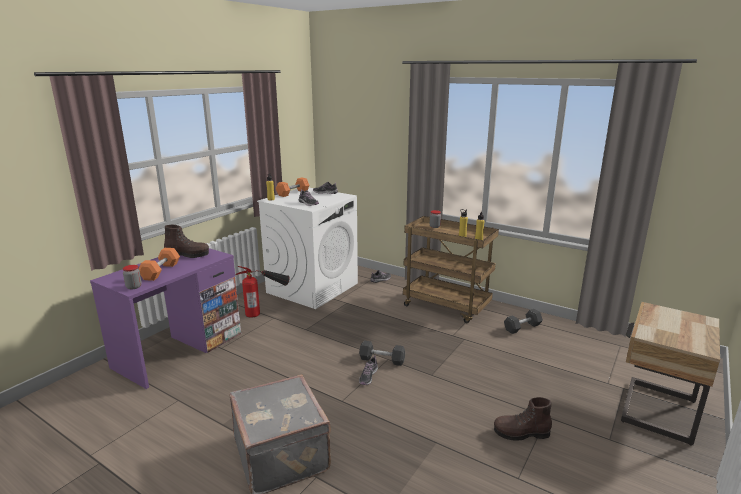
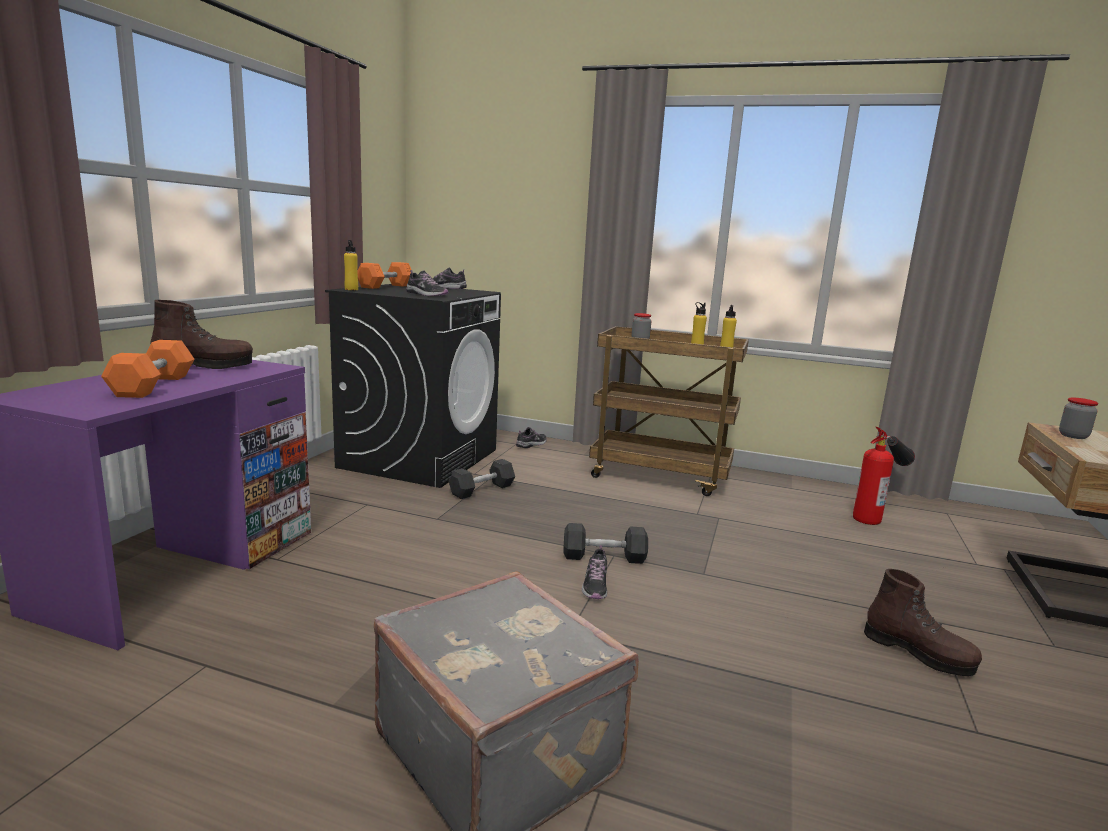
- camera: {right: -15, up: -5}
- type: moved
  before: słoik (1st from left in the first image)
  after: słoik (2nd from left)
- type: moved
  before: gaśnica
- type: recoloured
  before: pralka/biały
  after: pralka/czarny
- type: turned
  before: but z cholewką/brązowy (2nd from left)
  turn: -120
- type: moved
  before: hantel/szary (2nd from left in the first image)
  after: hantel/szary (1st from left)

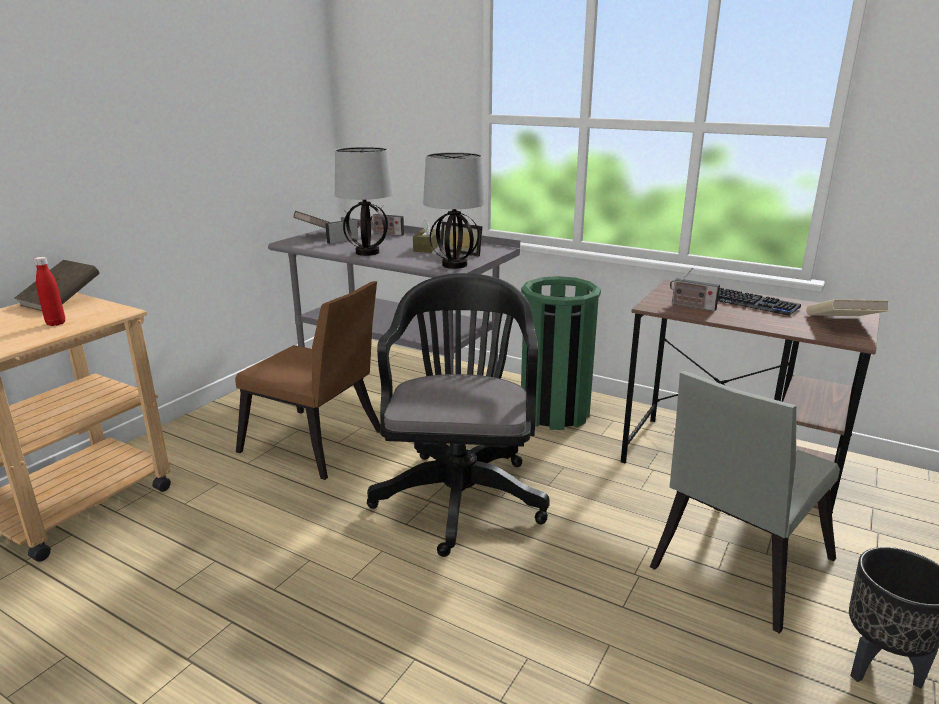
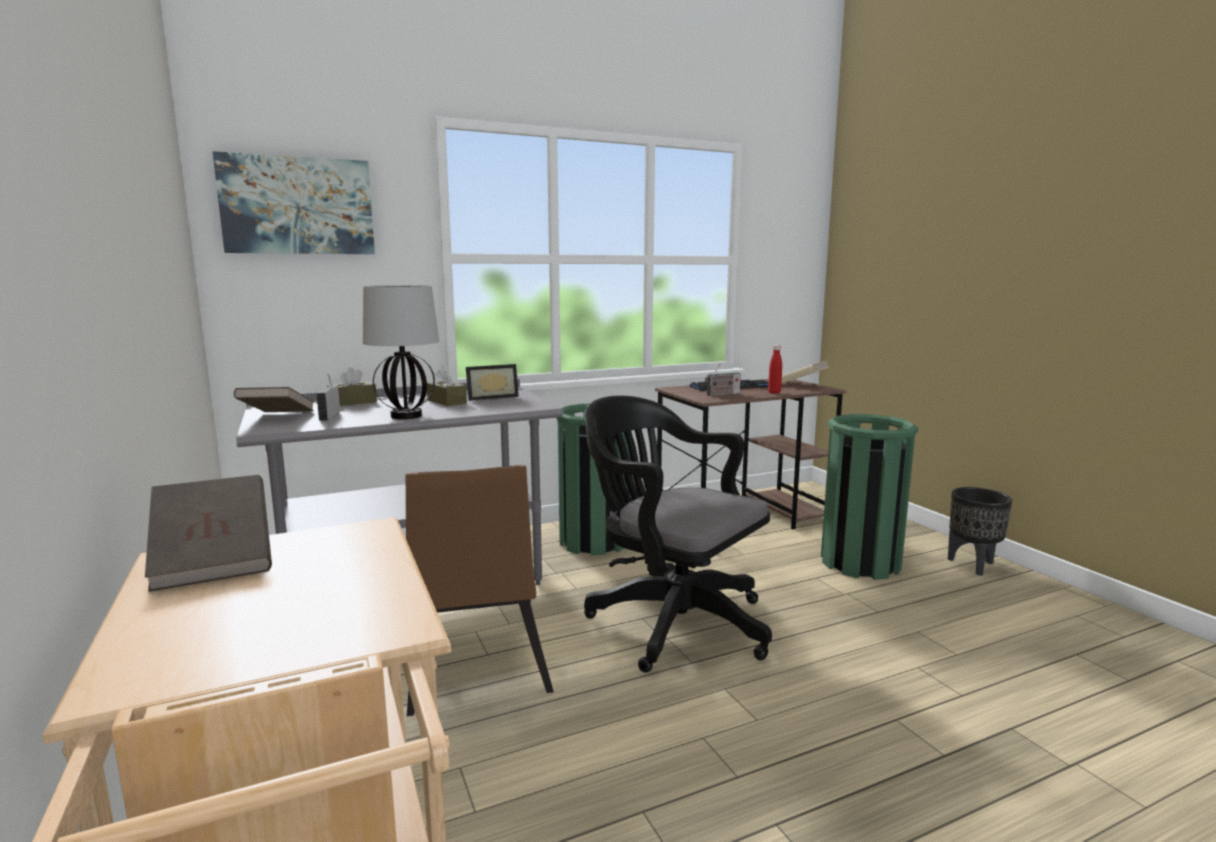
- camera: {right: -55, up: -10}
- type: moved
  before: butelka/czerwony
- type: turned
  before: krzesło/brązowy
  turn: 105
- type: replaced
  before: radio (2nd from left)
  after: pudełko chusteczek/brązowy (1st from left)
- type: removed
  before: lampa stołowa (2nd from left)
- type: replaced
  before: krzesło/szary
  after: kosz na śmieci/zielony (2nd from left)
- type: added
  after: obraz

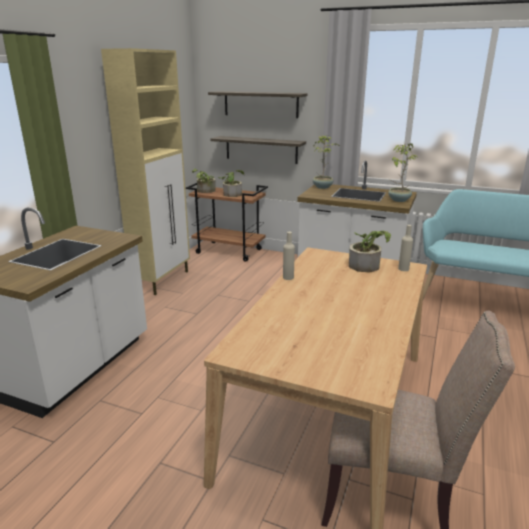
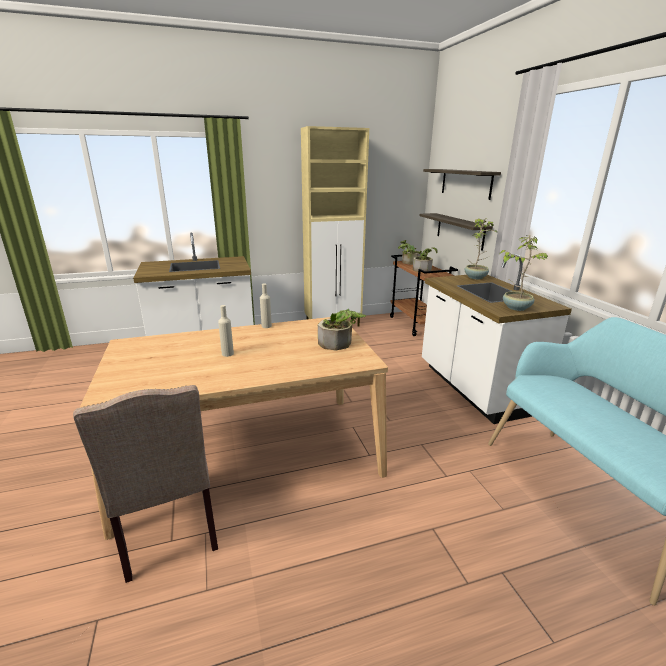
- camera: {right: 50, up: 0}
- type: moved
  before: butelka/beżowy (2nd from left in the first image)
  after: butelka/beżowy (1st from left)

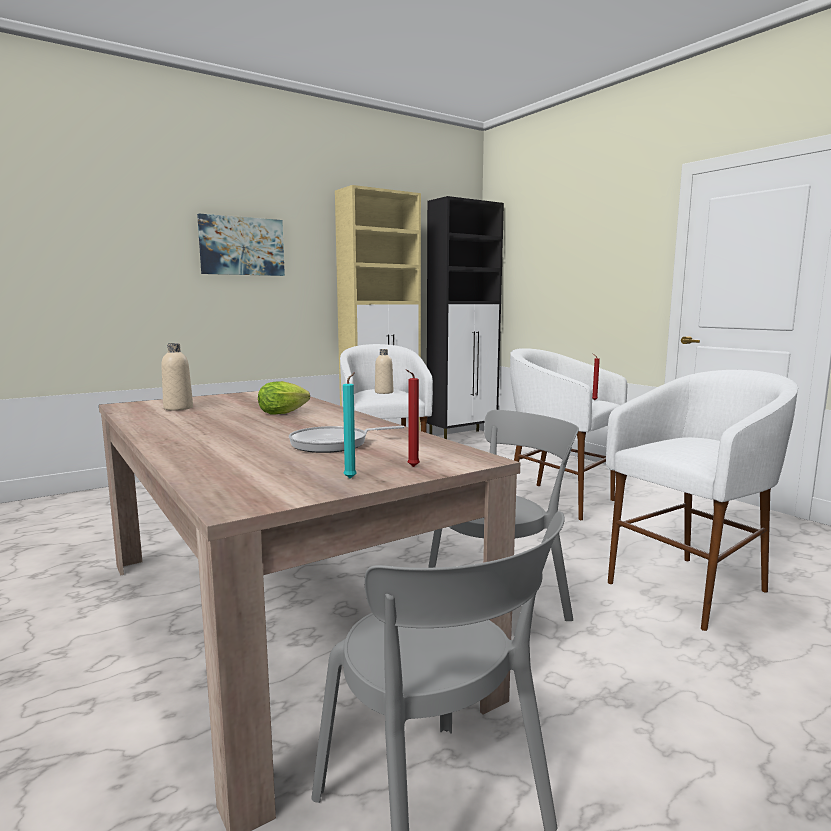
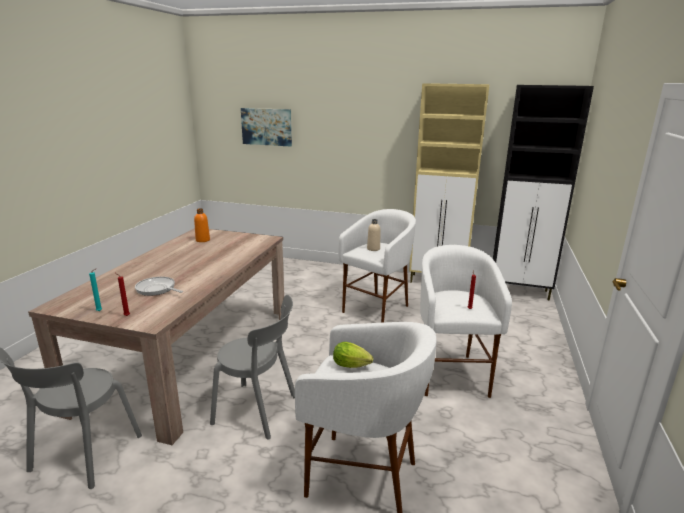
- camera: {right: 50, up: 10}
- type: recoloured
  before: butelka/beżowy (1st from left)
  after: butelka/pomarańczowy
- type: moved
  before: obraz
- type: moved
  before: sałata

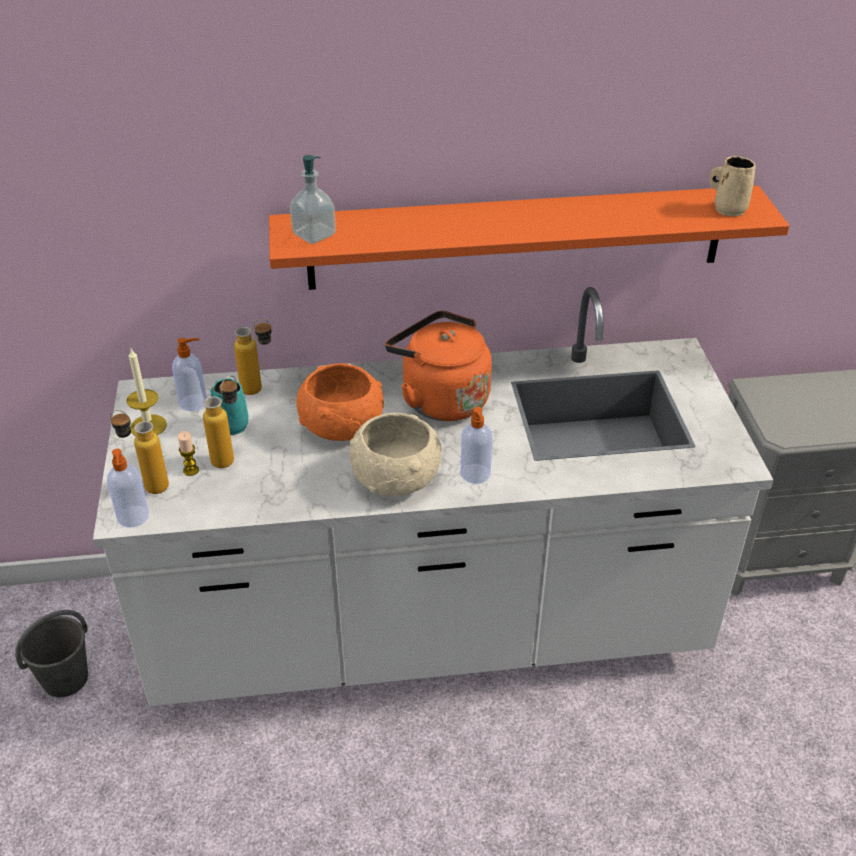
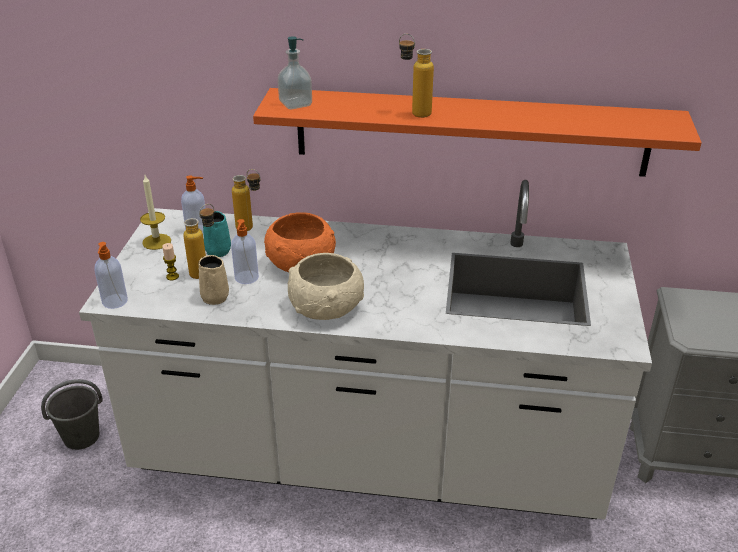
- camera: {right: 15, up: -5}
- type: moved
  before: butelka (1st from left in the first image)
  after: butelka (3rd from left)
- type: removed
  before: czajnik/pomarańczowy
- type: moved
  before: dozownik mydła (4th from left in the first image)
  after: dozownik mydła (3rd from left)
- type: moved
  before: kubek/beżowy

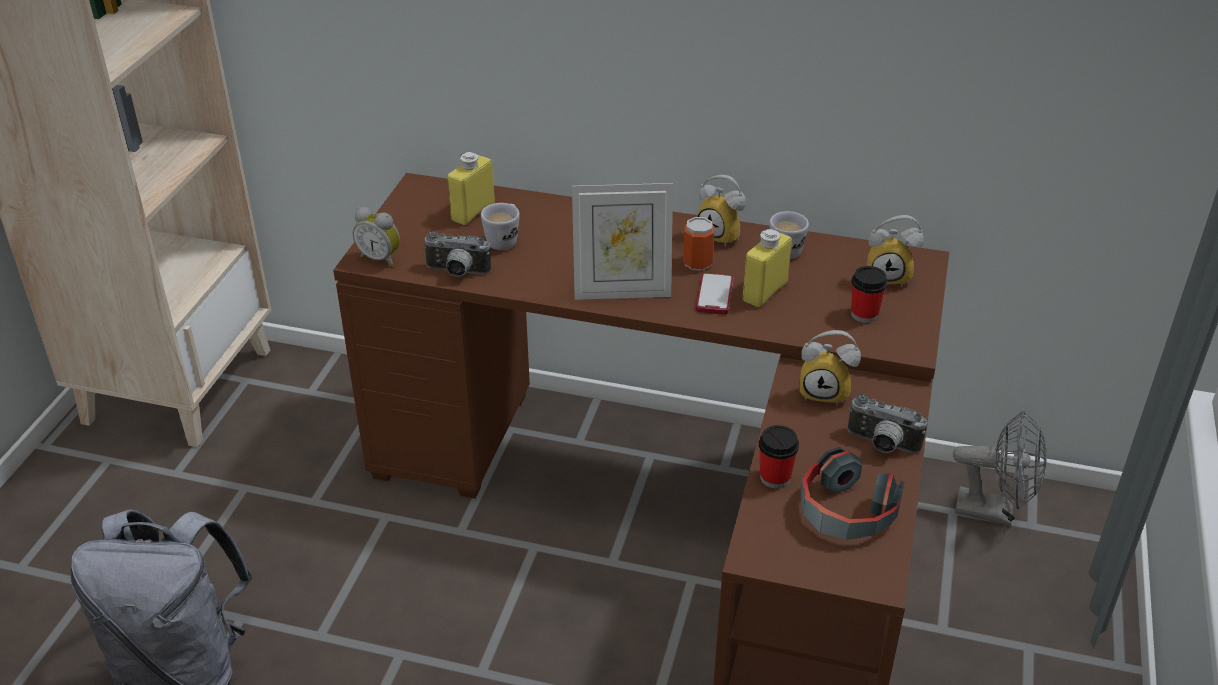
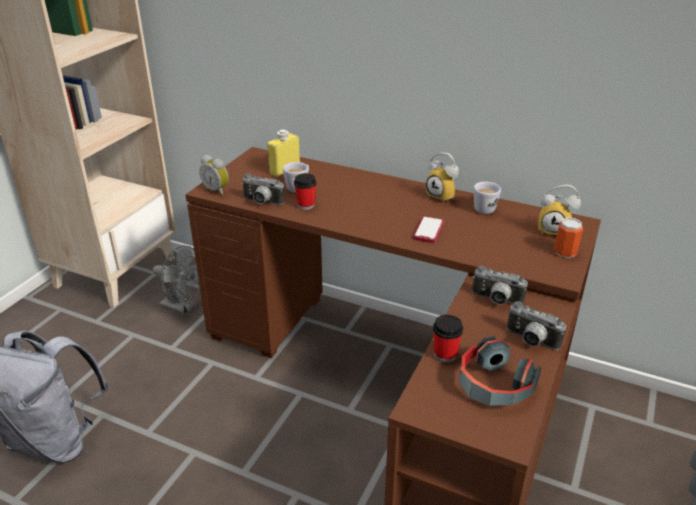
- camera: {right: 10, up: -5}
- type: removed
  before: ramka na zdjęcie
- type: moved
  before: puszka
- type: removed
  before: butelka/żółty (2nd from left)
- type: replaced
  before: budzik (3rd from left)
  after: aparat fotograficzny (2nd from left)
- type: moved
  before: filiżanka (2nd from left in the first image)
  after: filiżanka (1st from left)
- type: moved
  before: wentylator/szary

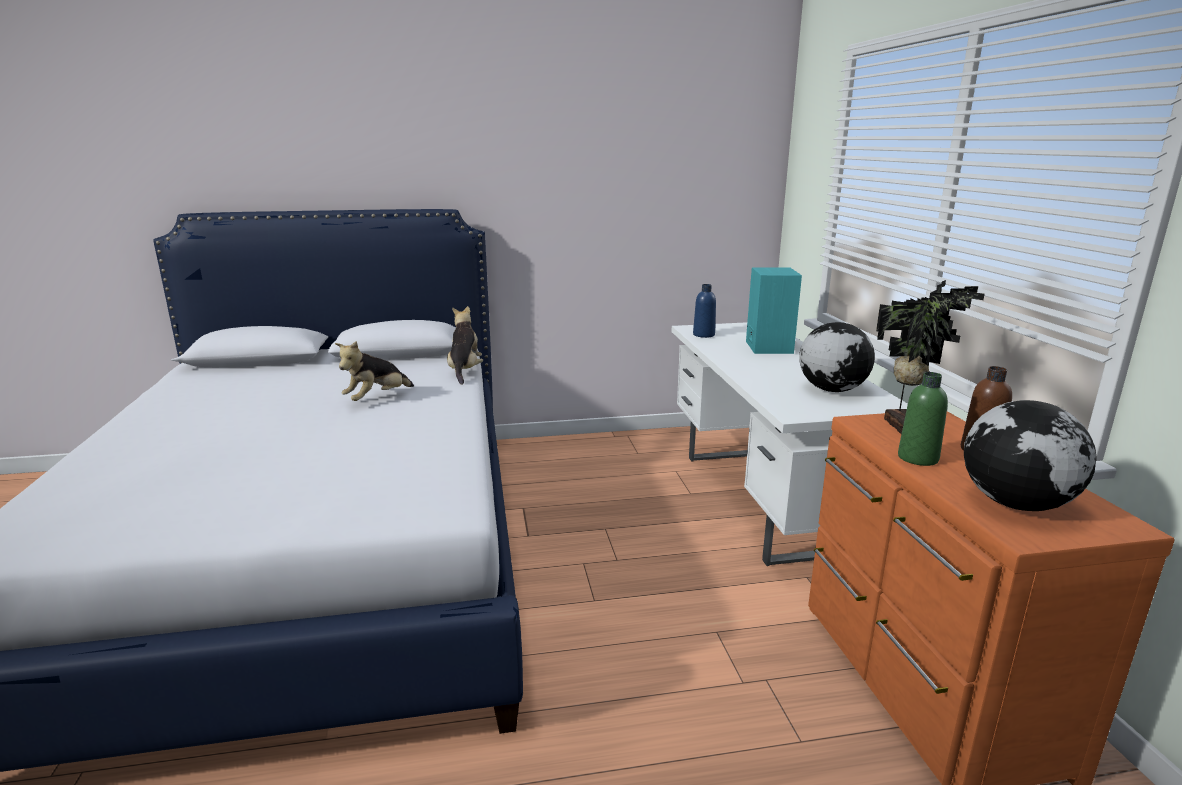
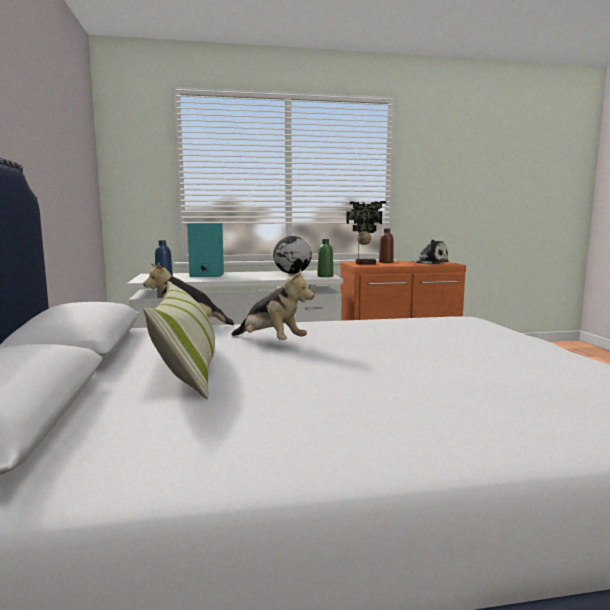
- camera: {right: -90, up: -10}
- type: moved
  before: butelka/zielony
- type: replaced
  before: globus (2nd from left)
  after: pluszak (3rd from left)
- type: added
  after: poduszka

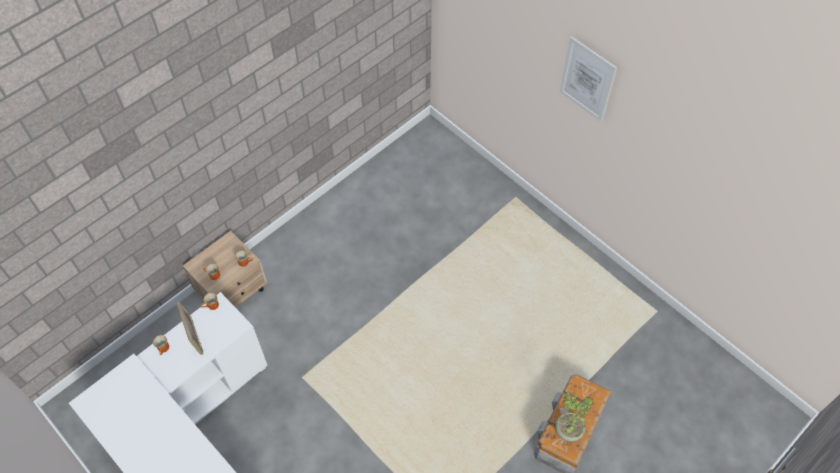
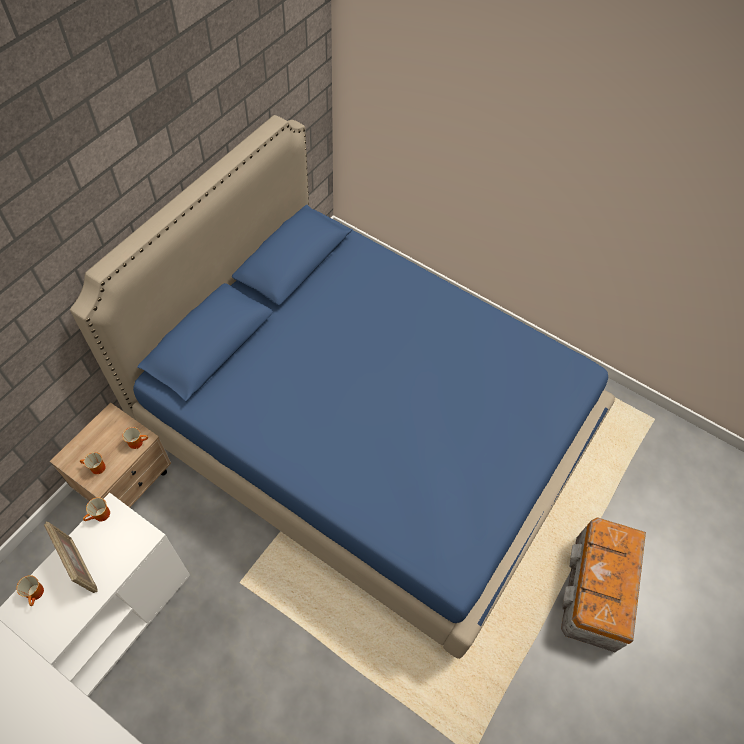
- camera: {right: -15, up: 0}
- type: removed
  before: roślina doniczkowa
- type: removed
  before: obraz
- type: added
  after: łóżko/niebieski

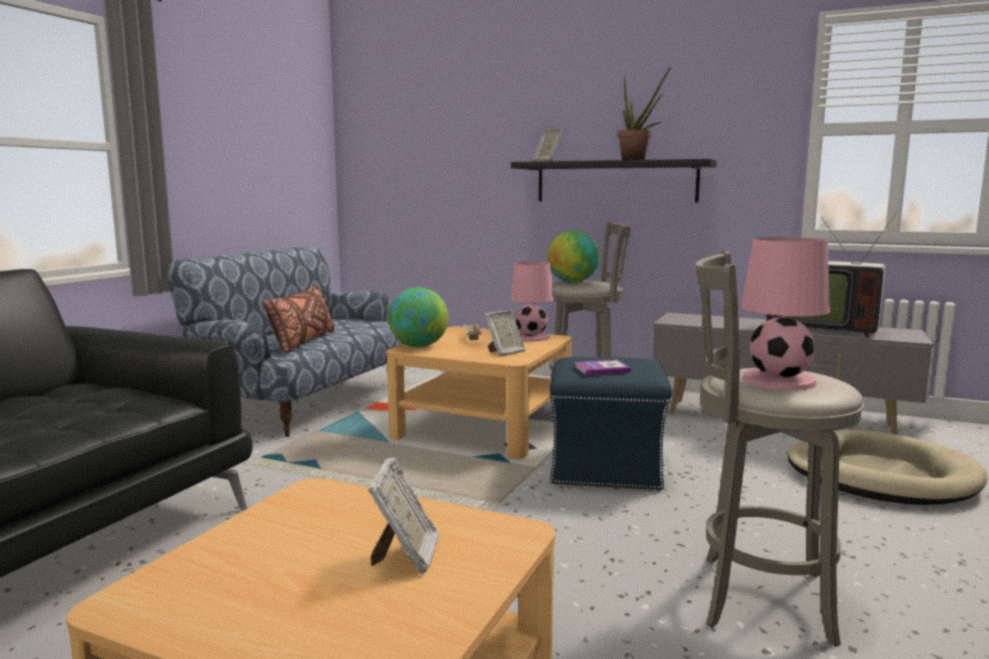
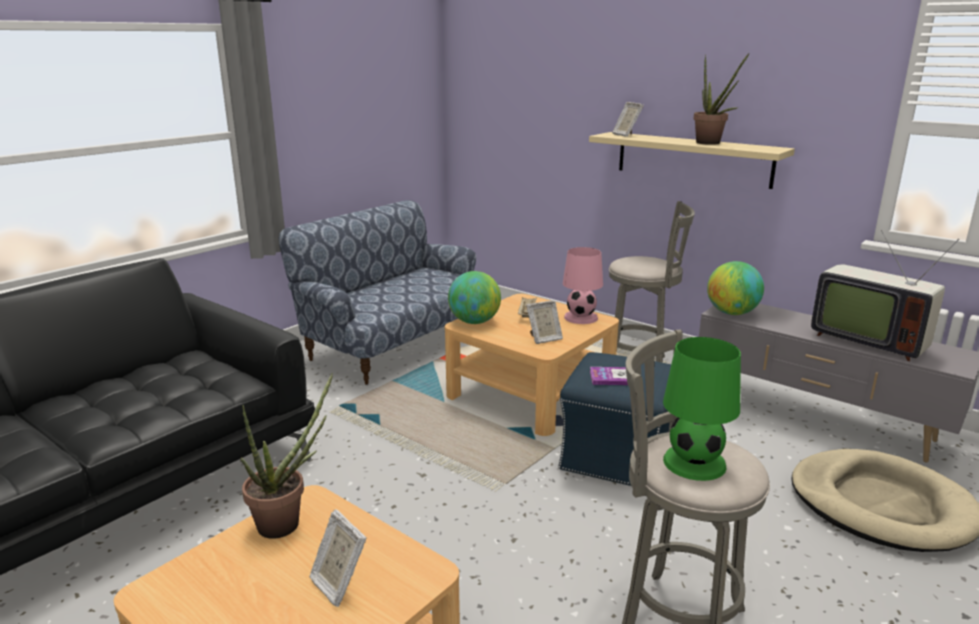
- camera: {right: 15, up: 10}
- type: removed
  before: poduszka/brązowy
- type: turned
  before: ramka na zdjęcie (1st from left)
  turn: 120
- type: recoloured
  before: półka/czarny
  after: półka/beżowy
- type: moved
  before: globus (2nd from left)
- type: recoloured
  before: lampa stołowa/różowy (2nd from left)
  after: lampa stołowa/zielony
- type: added
  after: roślina doniczkowa (1st from left)

